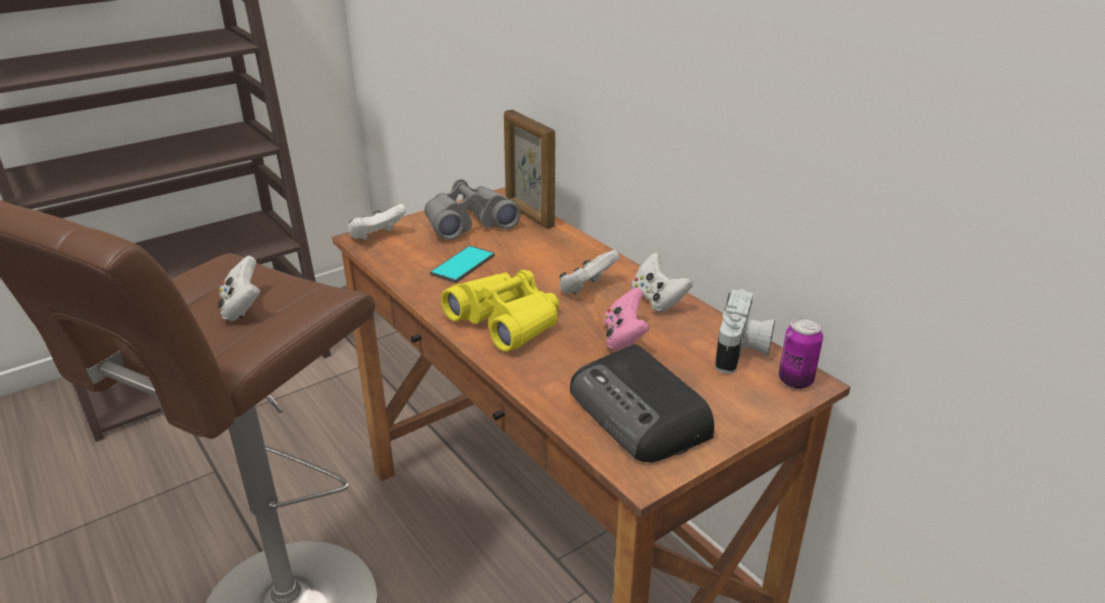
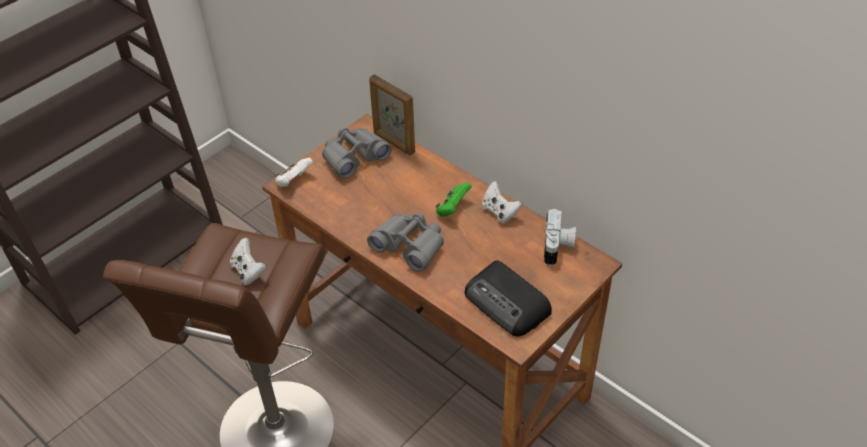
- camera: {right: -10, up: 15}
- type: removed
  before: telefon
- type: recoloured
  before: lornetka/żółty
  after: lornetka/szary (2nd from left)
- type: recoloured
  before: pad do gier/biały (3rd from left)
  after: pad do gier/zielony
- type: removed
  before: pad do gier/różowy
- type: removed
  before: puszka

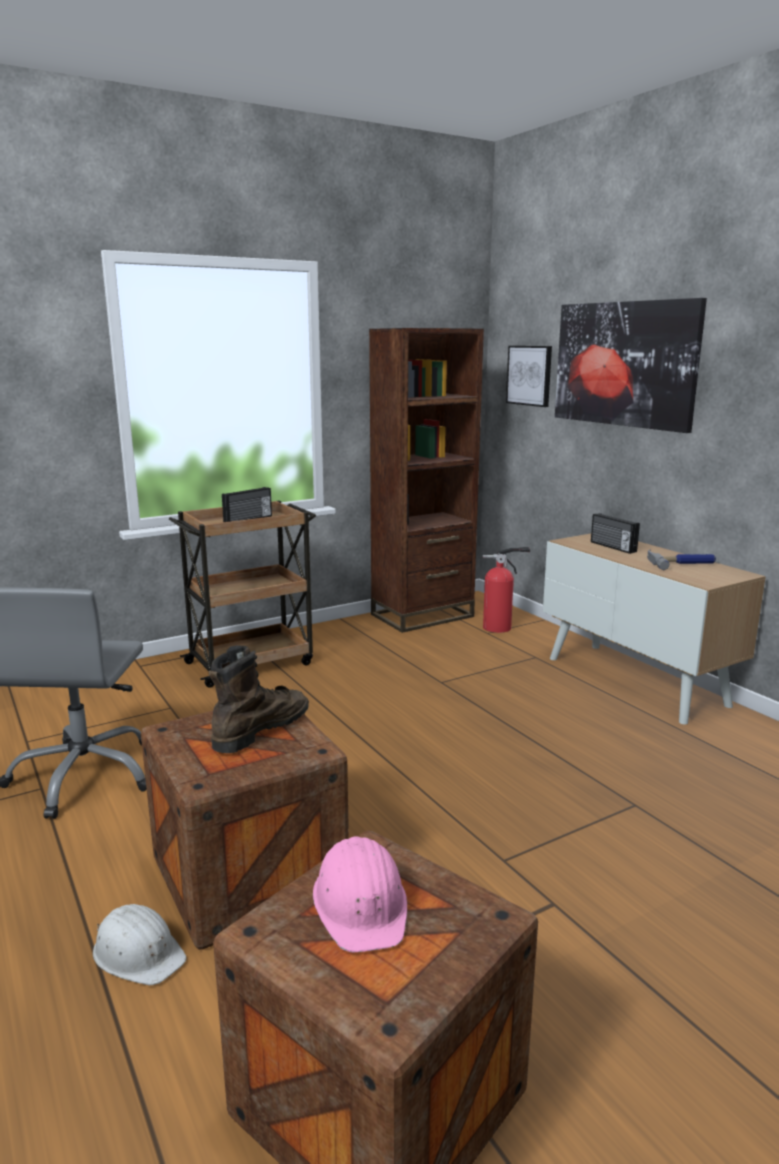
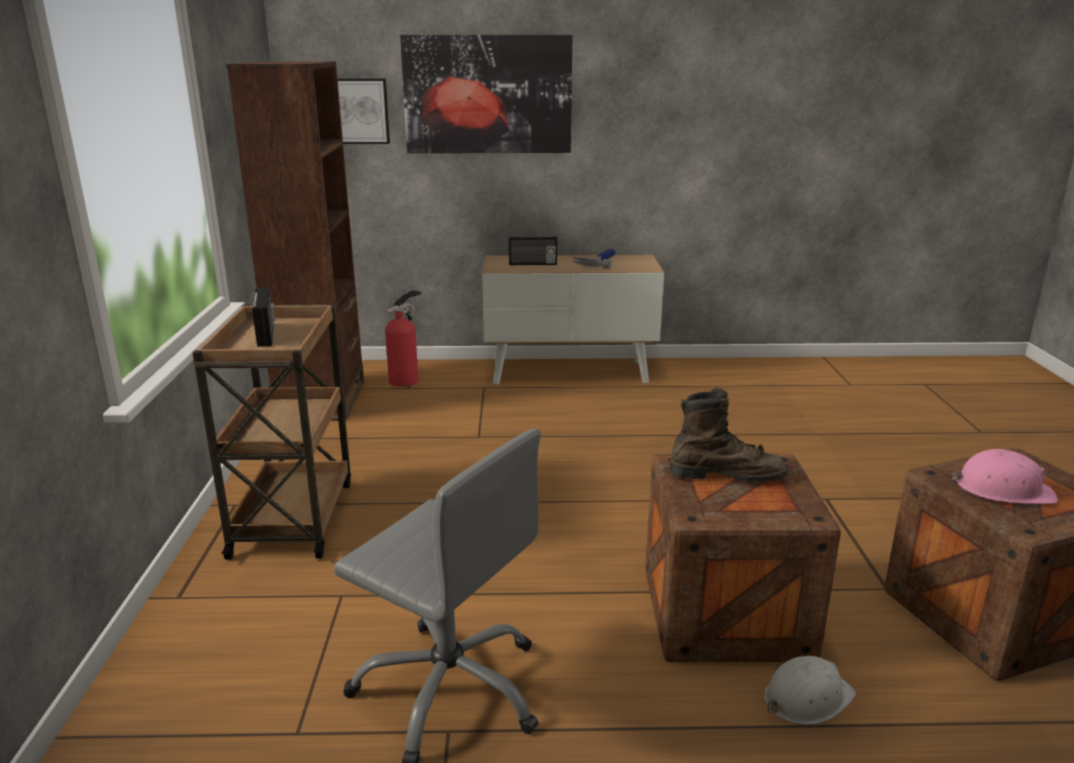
- camera: {right: -60, up: 5}
- type: turned
  before: but z cholewką/brązowy
  turn: 120

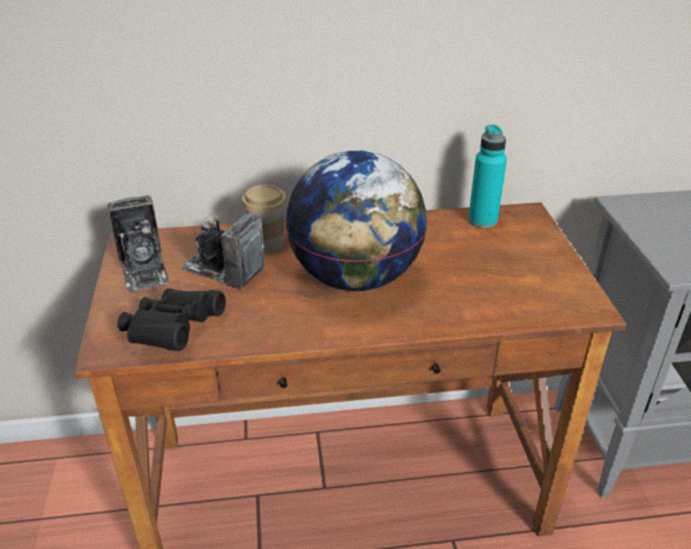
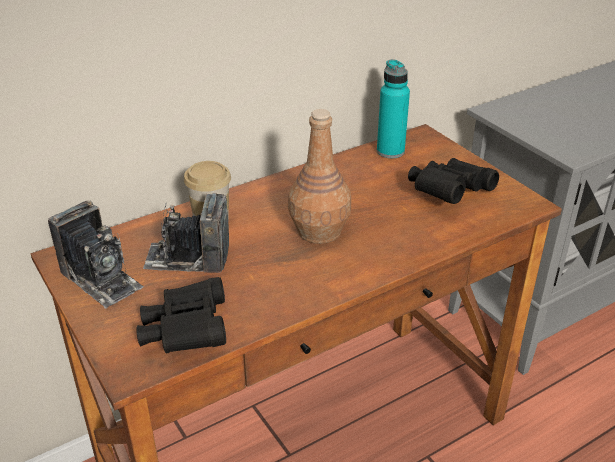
- camera: {right: -25, up: 0}
- type: replaced
  before: globus
  after: butelka/brązowy
- type: added
  after: lornetka/czarny (2nd from left)

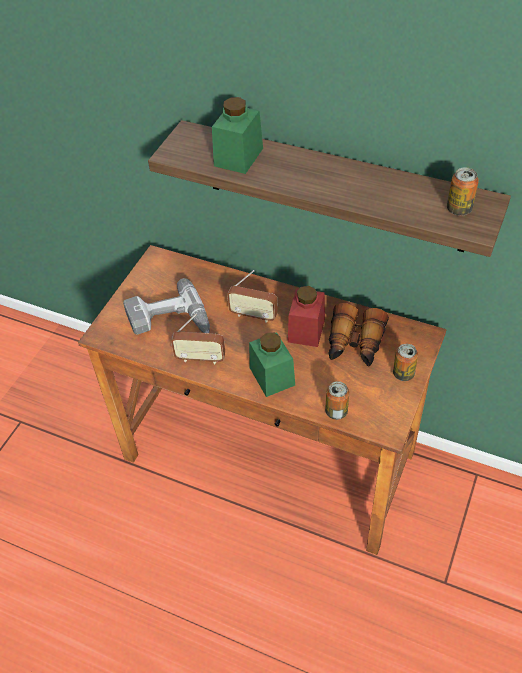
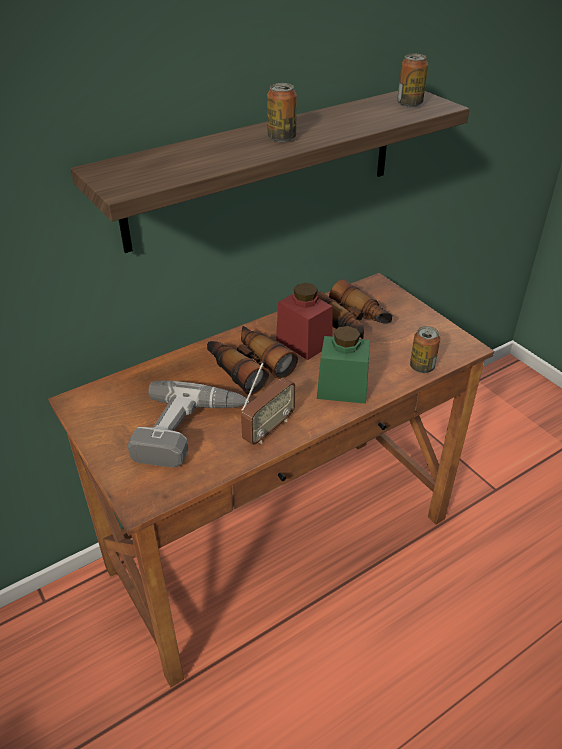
- camera: {right: -60, up: -10}
- type: removed
  before: słoik/zielony (1st from left)
- type: replaced
  before: radio (2nd from left)
  after: lornetka (1st from left)
- type: moved
  before: puszka (2nd from left in the first image)
  after: puszka (1st from left)

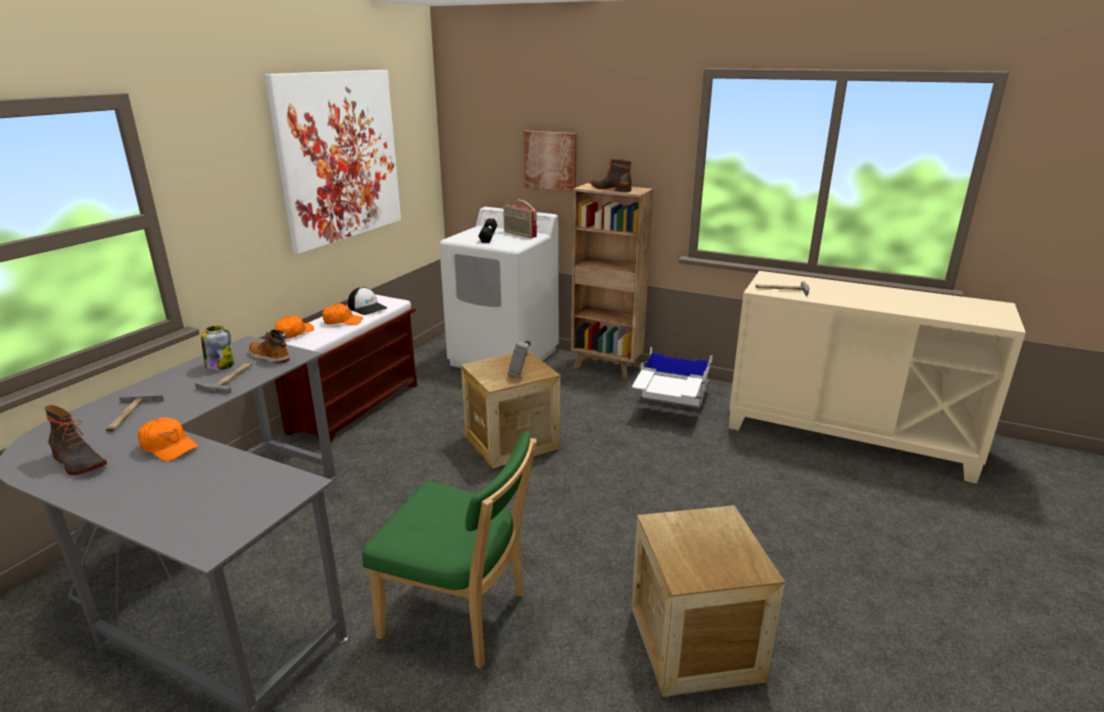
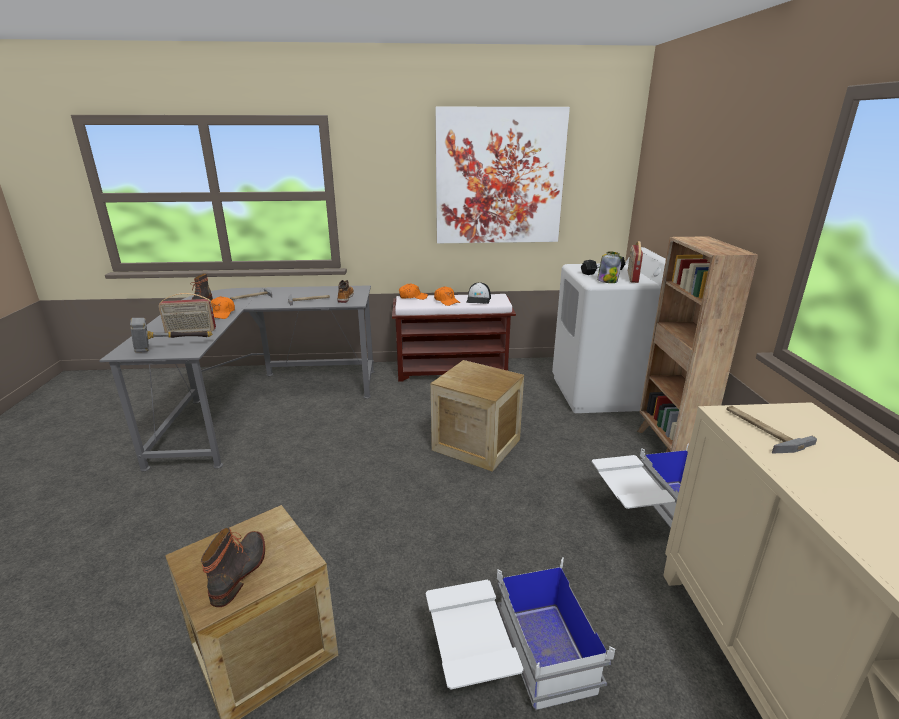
- camera: {right: 60, up: 0}
- type: moved
  before: słoik
- type: removed
  before: krzesło/zielony
- type: moved
  before: młotek (3rd from left in the first image)
  after: młotek (1st from left)
- type: removed
  before: obraz (2nd from left)
- type: moved
  before: but z cholewką (3rd from left in the first image)
  after: but z cholewką (2nd from left)
- type: added
  after: radio (1st from left)
- type: added
  after: pojemnik do przechowywania/biały (1st from left)

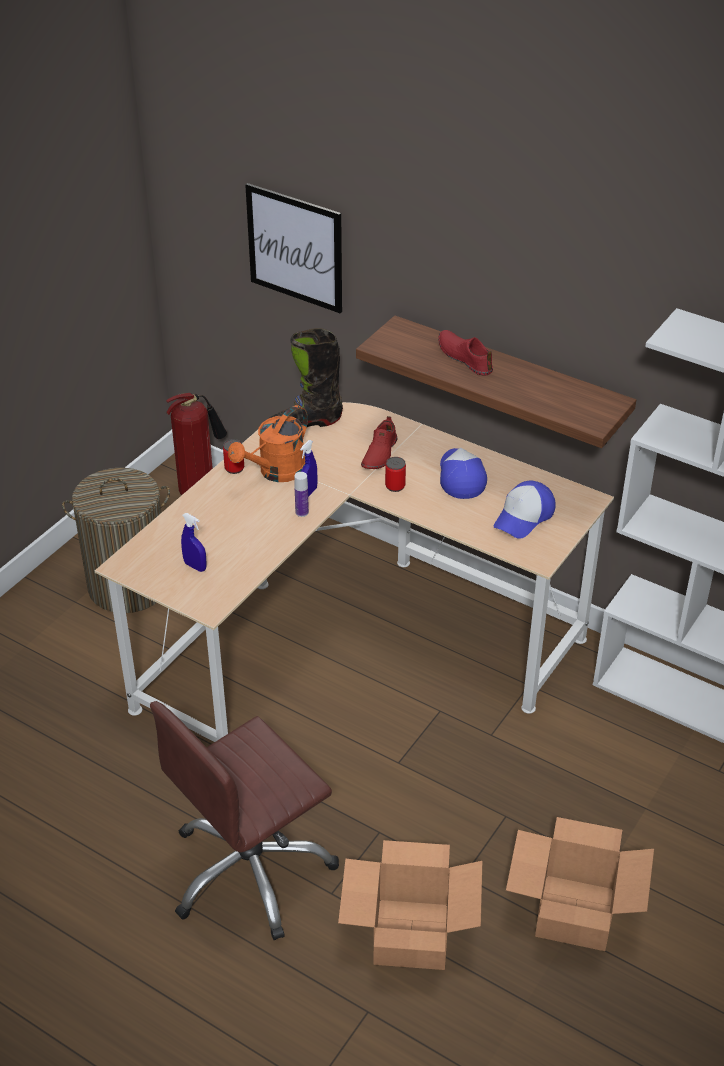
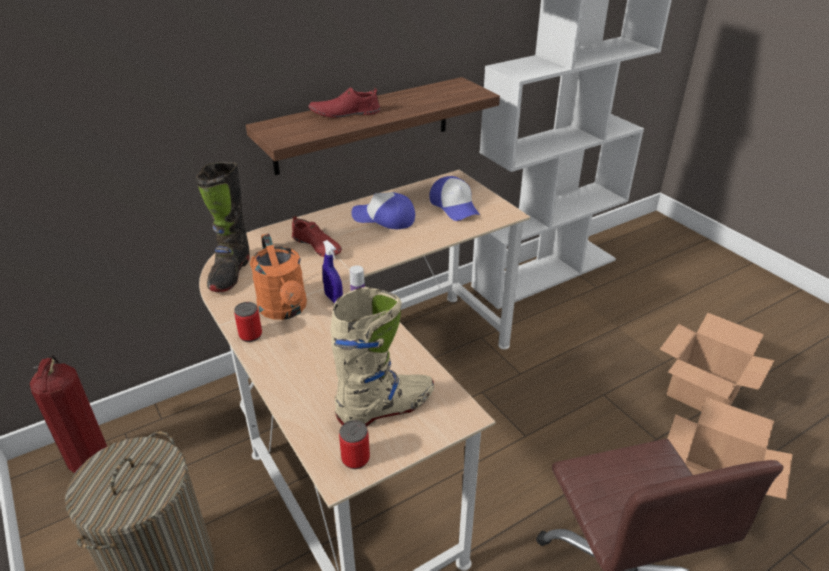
- camera: {right: -65, up: -5}
- type: replaced
  before: spryskiwacz/niebieski (1st from left)
  after: but z cholewką/beżowy
- type: removed
  before: obraz
- type: moved
  before: puszka (2nd from left)

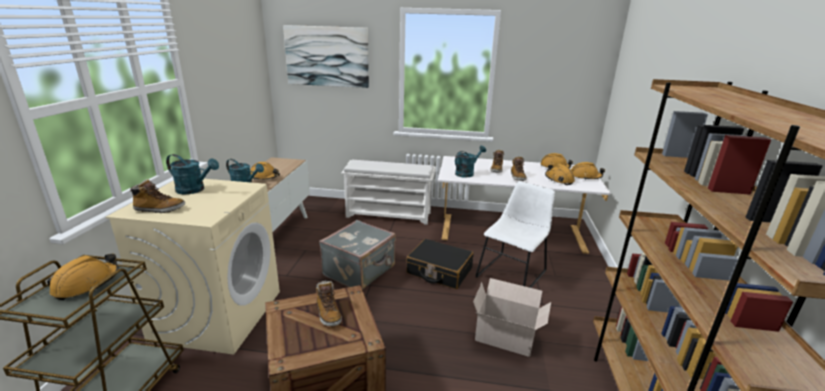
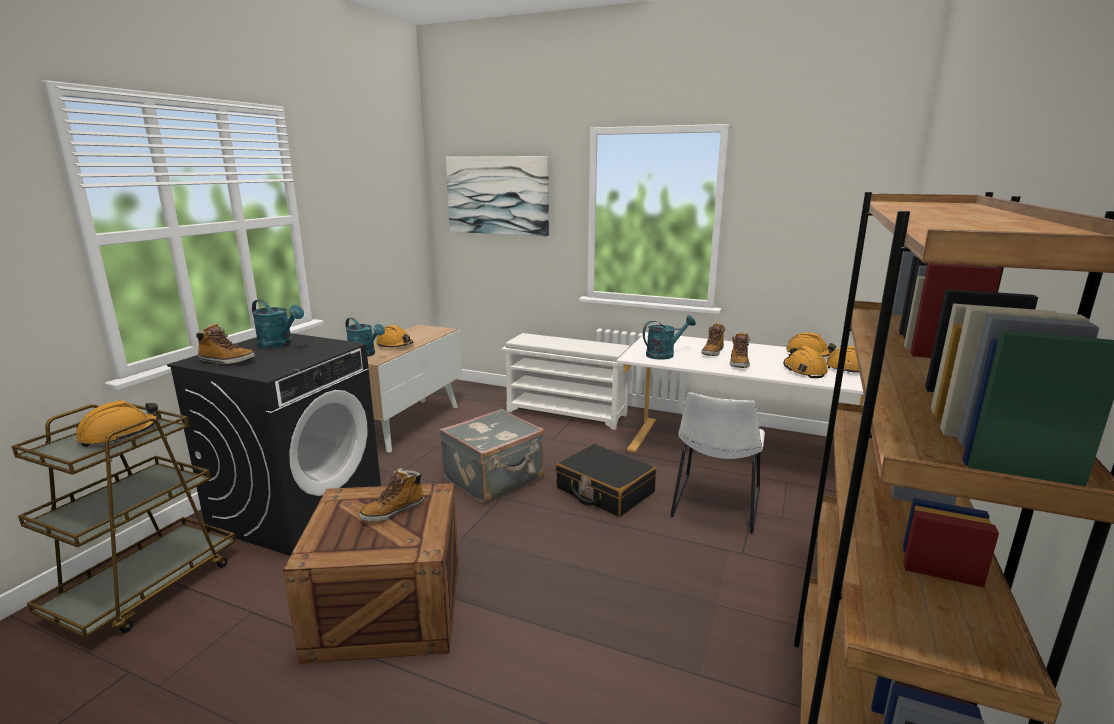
- camera: {right: 15, up: -5}
- type: recoloured
  before: pralka/beżowy
  after: pralka/czarny
- type: turned
  before: but z cholewką (2nd from left)
  turn: 60
- type: removed
  before: karton
- type: turned
  before: krzesło/biały
  turn: 150

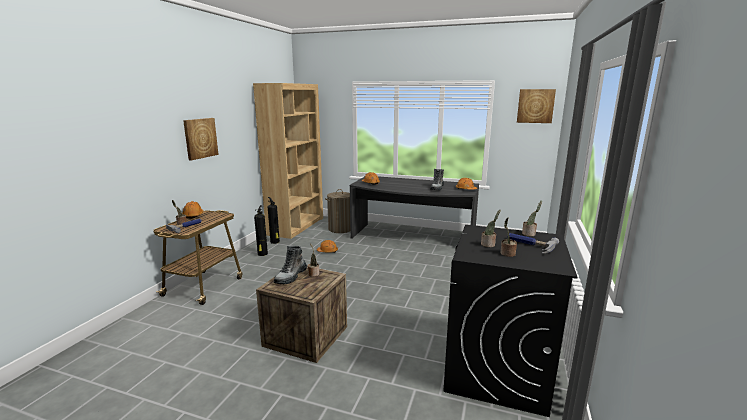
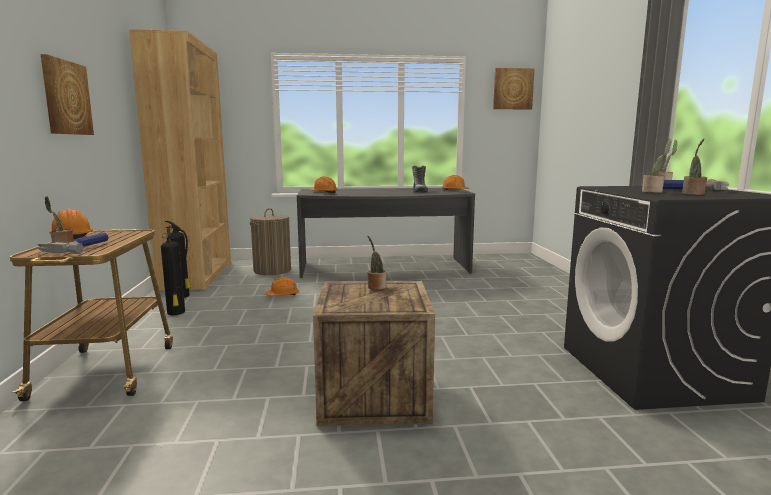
- camera: {right: -25, up: -5}
- type: removed
  before: but z cholewką (1st from left)

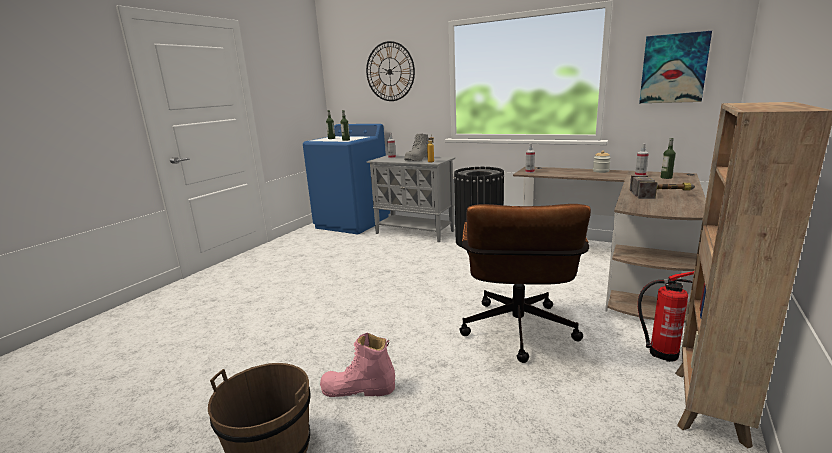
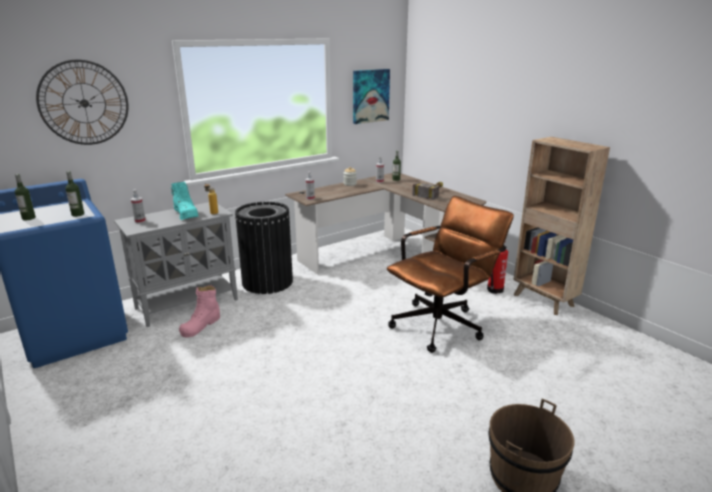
- camera: {right: -65, up: 5}
- type: moved
  before: but z cholewką/różowy
- type: recoloured
  before: but z cholewką/szary
  after: but z cholewką/turkusowy
- type: turned
  before: krzesło biurowe/brązowy
  turn: -75

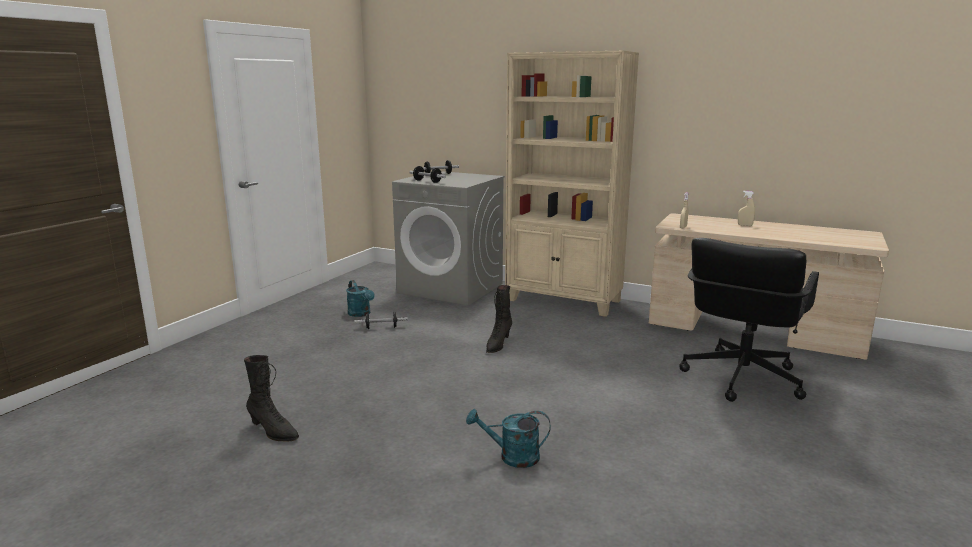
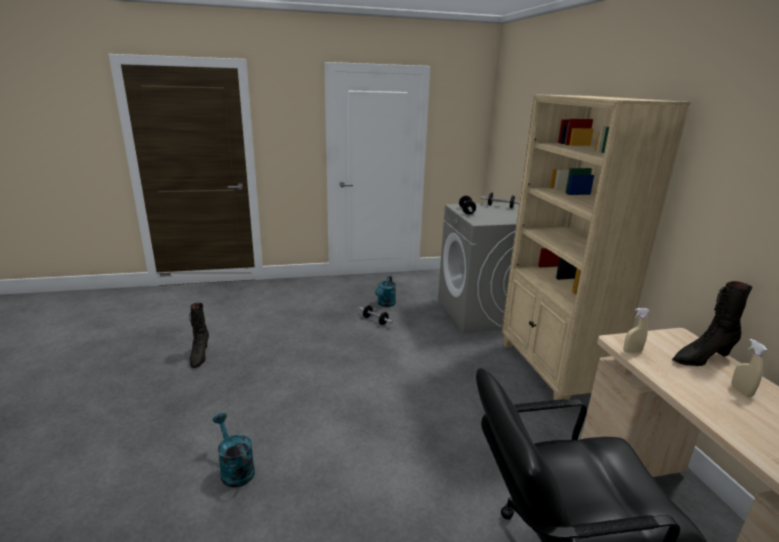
- camera: {right: 50, up: 5}
- type: moved
  before: but z cholewką/czarny (2nd from left)

